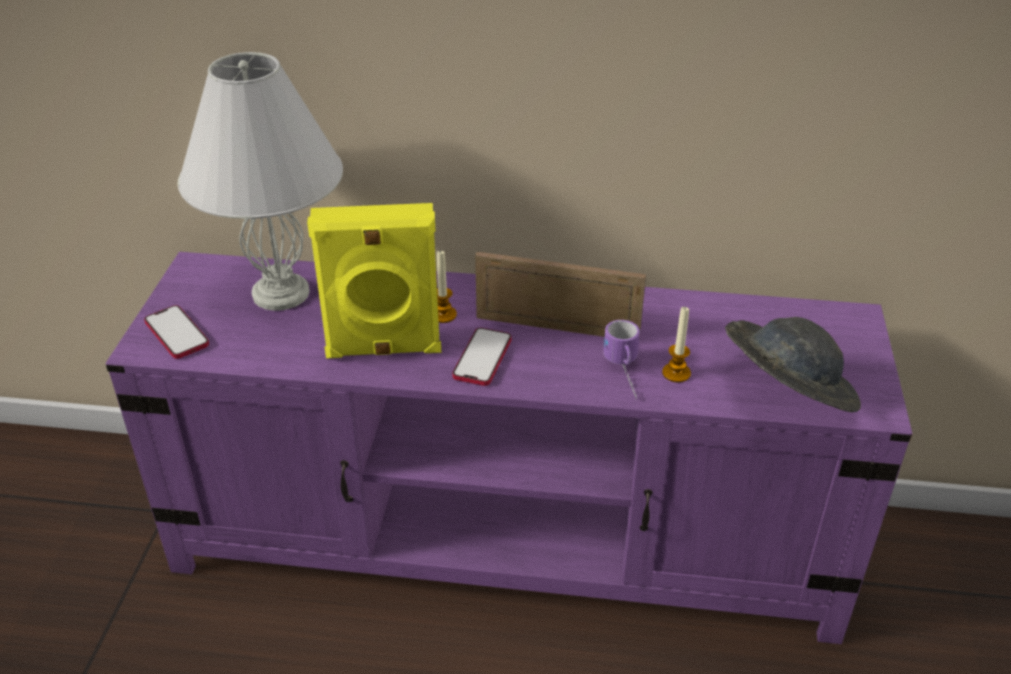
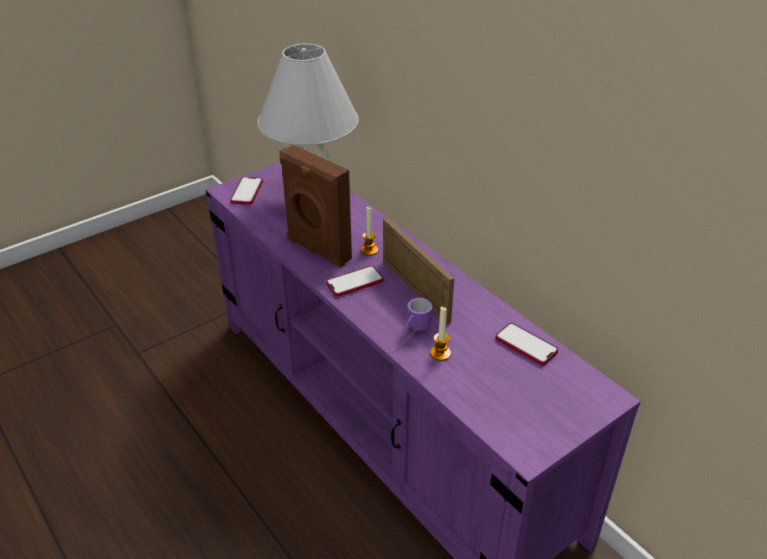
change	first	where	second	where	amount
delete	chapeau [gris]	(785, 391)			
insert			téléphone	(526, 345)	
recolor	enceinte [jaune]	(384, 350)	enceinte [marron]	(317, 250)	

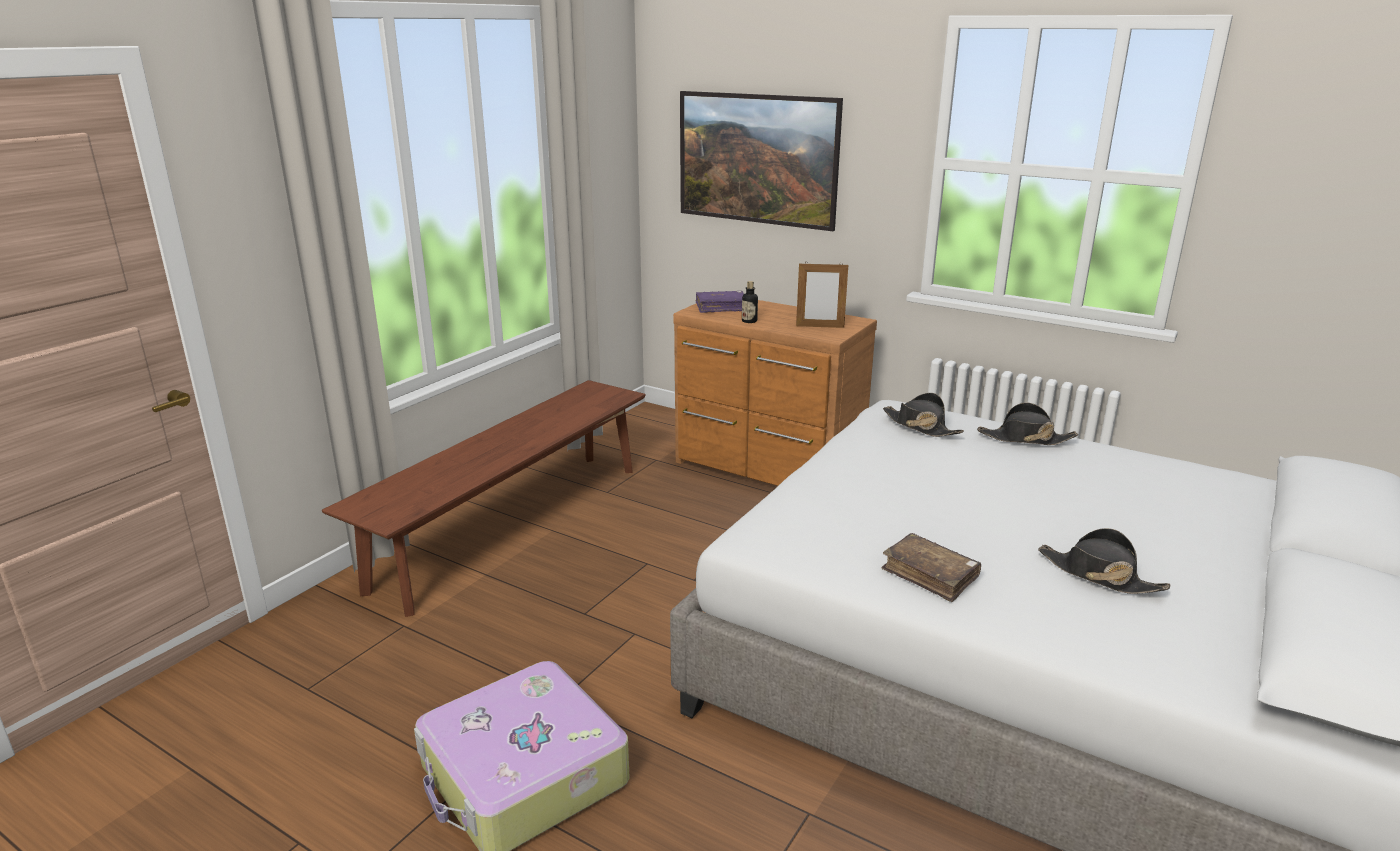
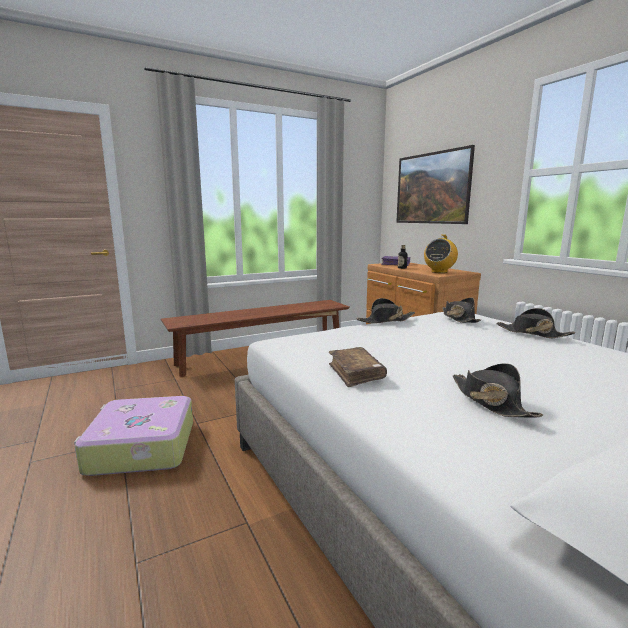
change	first	where	second	where	amount
insert			chapeau [noir]	(385, 320)	
replace	cadre photo	(820, 326)	radio	(439, 272)	

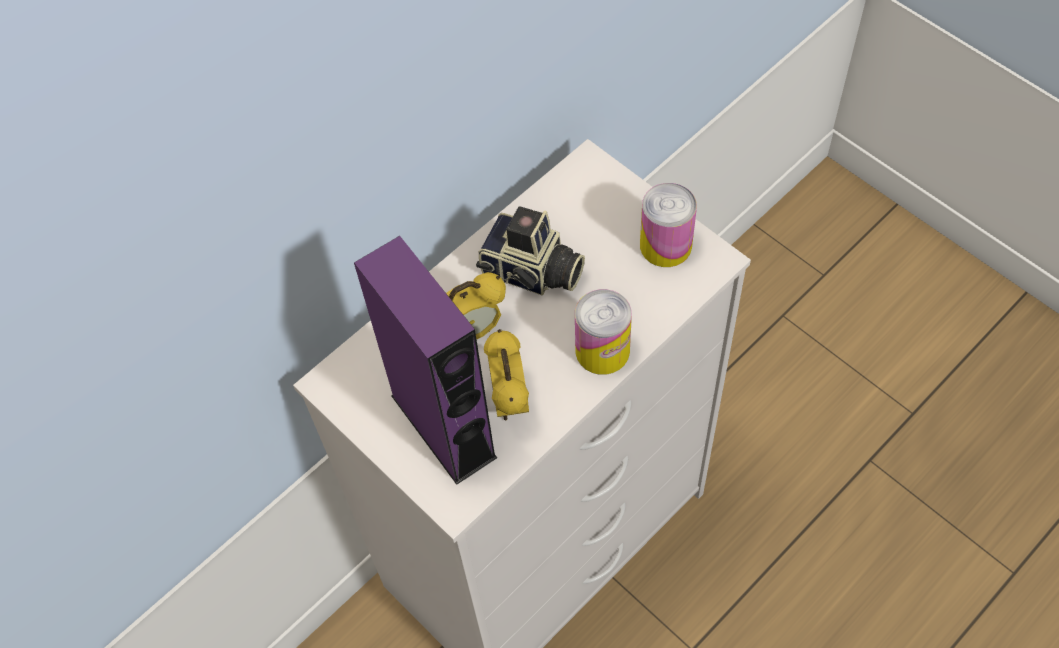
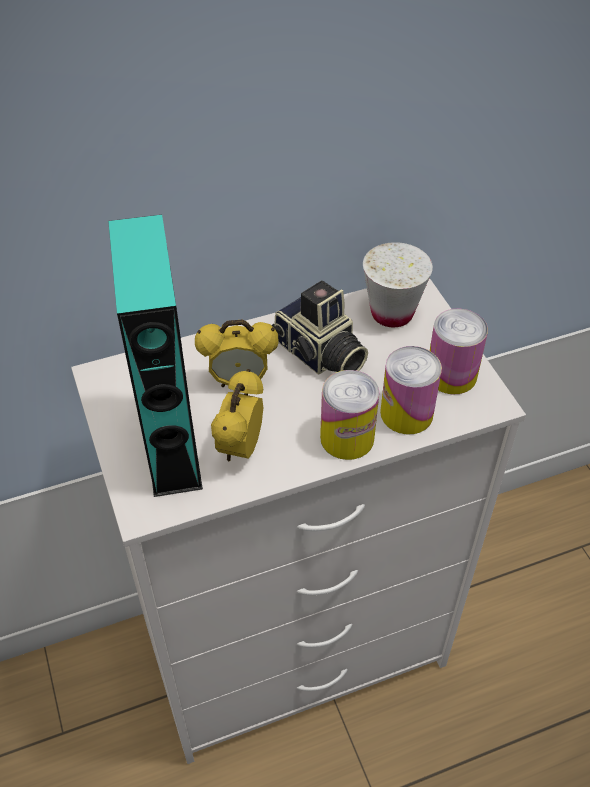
change	first	where	second	where	amount
insert			tasse [blanc]	(392, 313)	
insert			boîte métallique	(406, 413)	
recolor	enceinte [violet]	(443, 426)	enceinte [turquoise]	(172, 445)	

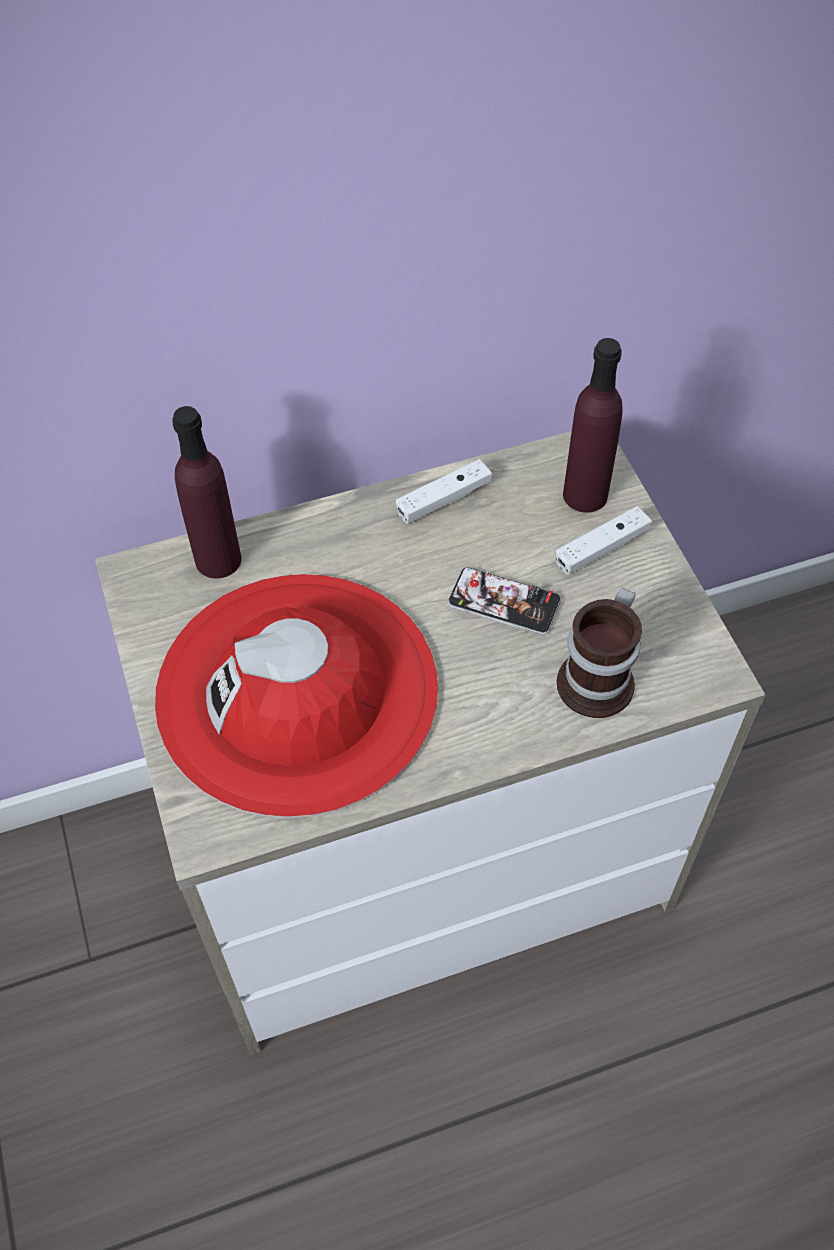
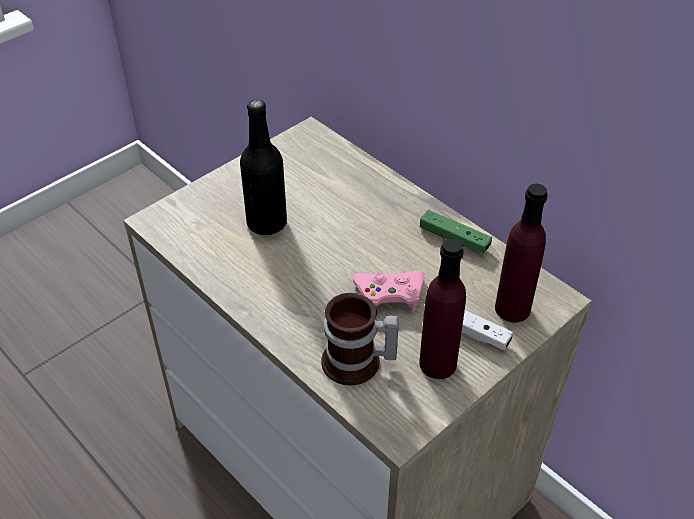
change	first	where	second	where	amount
move	bouteille [violet]	(218, 559)		(437, 363)	
replace	chapeau [rouge]	(297, 691)	bouteille [noir]	(267, 223)	
replace	téléphone	(504, 602)	manette [rose]	(389, 294)	
recolor	manette [blanc]	(443, 499)	manette [vert]	(454, 238)	

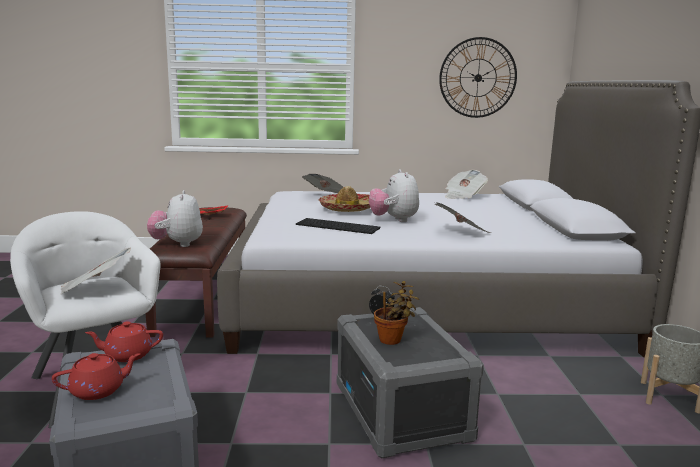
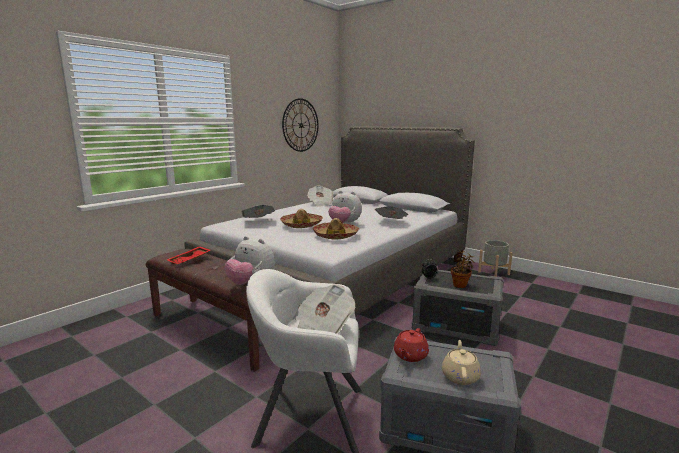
change	first	where	second	where	amount
replace	clavier	(339, 226)	chapeau	(335, 236)	
recolor	théière [rouge]	(99, 390)	théière [beige]	(460, 376)	

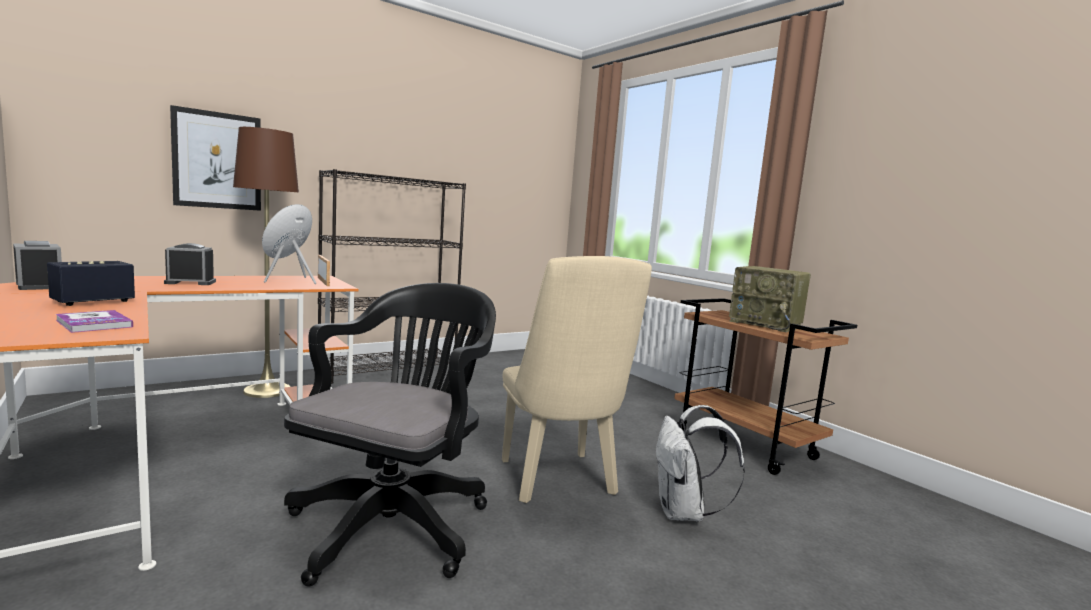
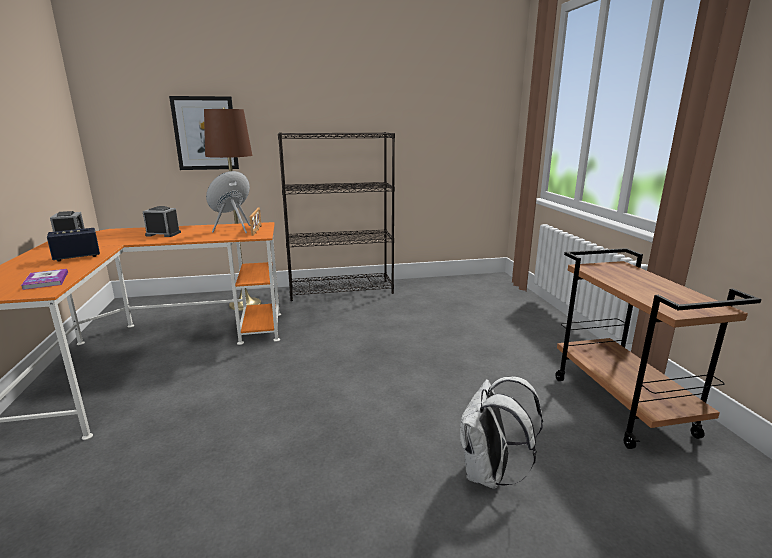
change	first	where	second	where	amount
delete	chaise de bureau [noir]	(395, 522)			
delete	chaise [beige]	(560, 482)			
delete	radio	(766, 324)			

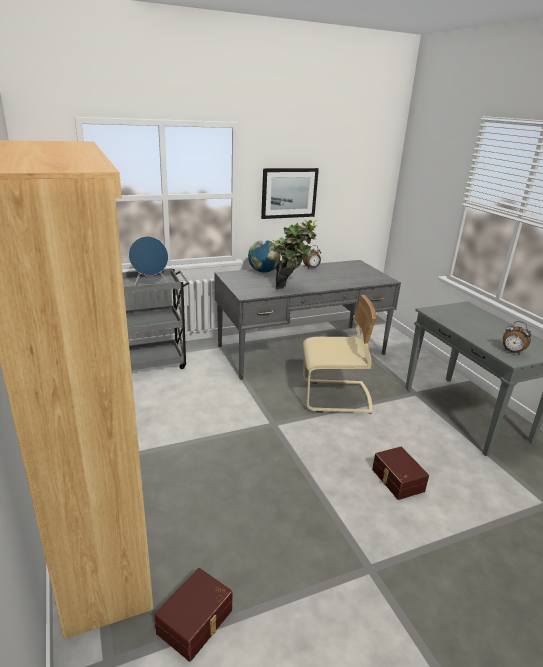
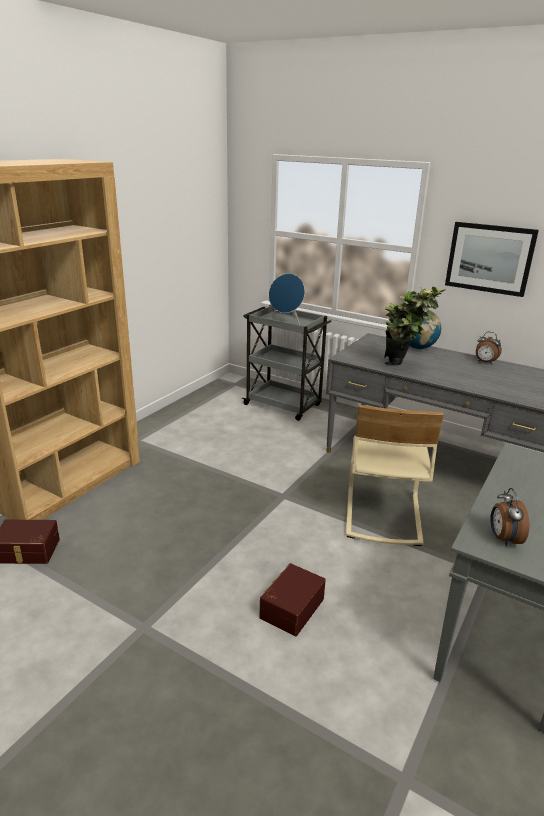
change	first	where	second	where	amount
rotate	chaise [beige]	(335, 397)		(382, 515)	45 degrees clockwise

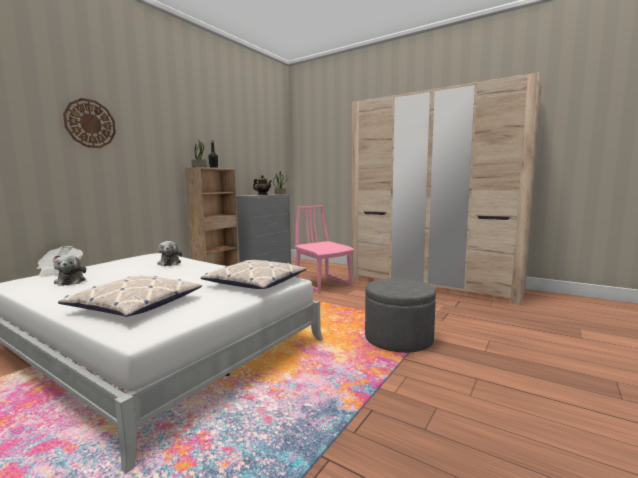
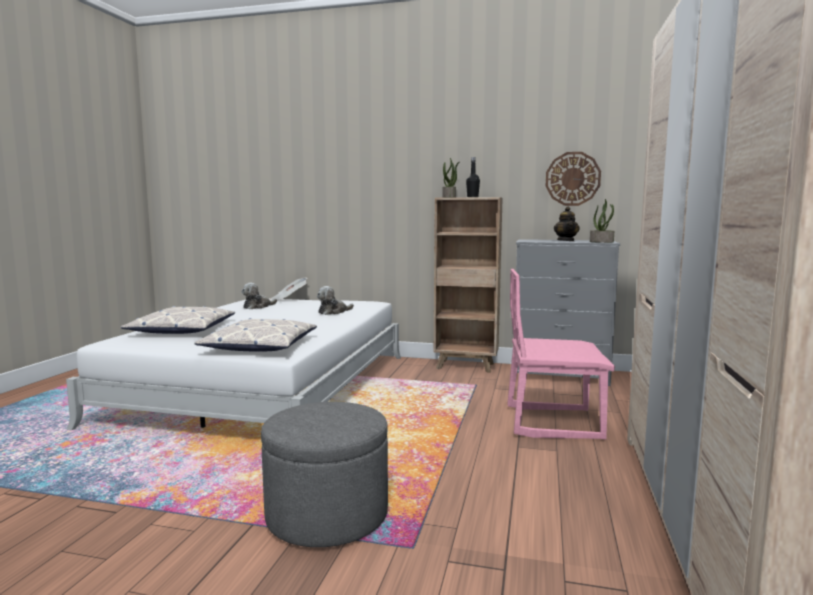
change	first	where	second	where	amount
move	horloge murale	(90, 123)		(572, 179)	
rotate	chaise [rose]	(323, 284)		(552, 422)	120 degrees counterclockwise

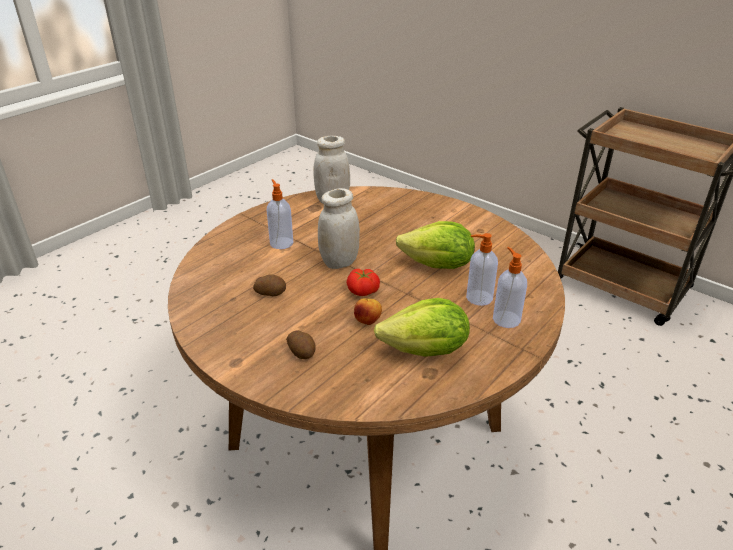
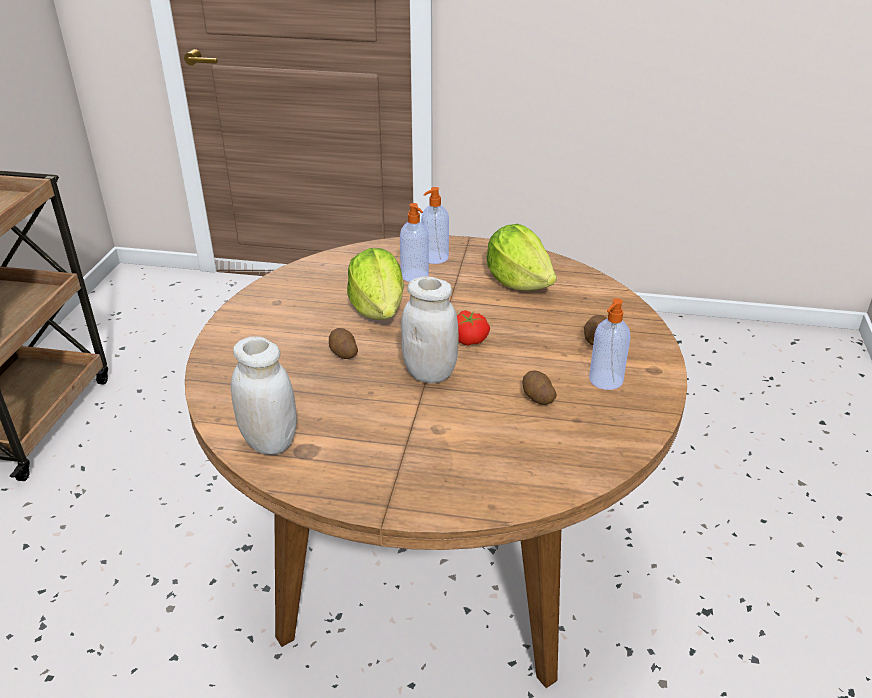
change	first	where	second	where	amount
delete	pomme	(368, 321)			
insert			pomme de terre	(343, 353)	
move	distributeur de savon	(281, 242)		(605, 381)	

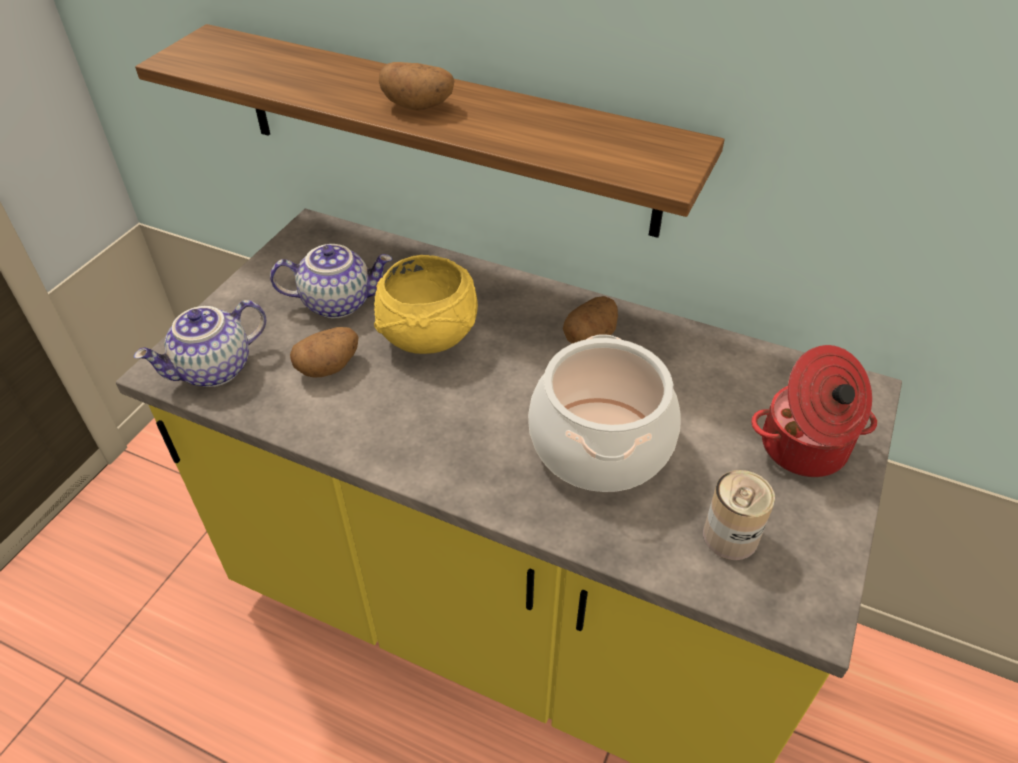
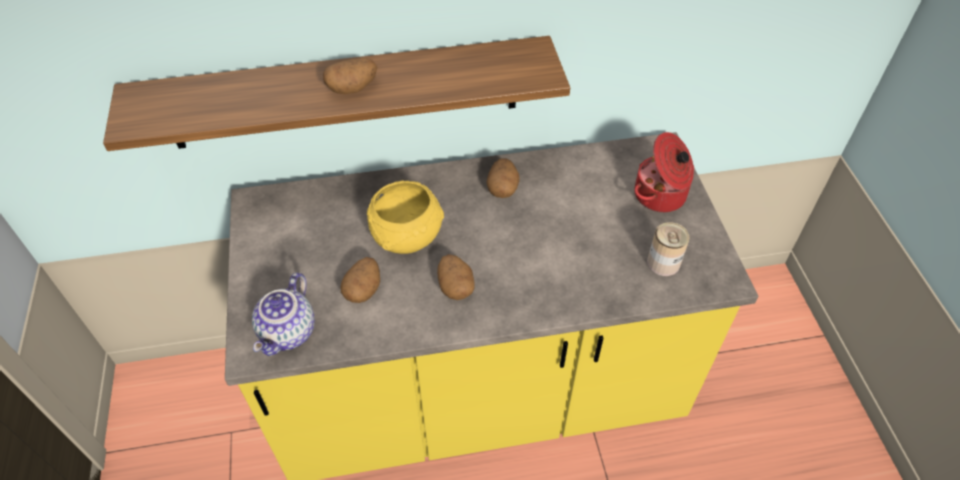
change	first	where	second	where	amount
delete	théière	(338, 302)			
delete	marmite	(601, 445)			
insert			pomme de terre	(455, 286)	

